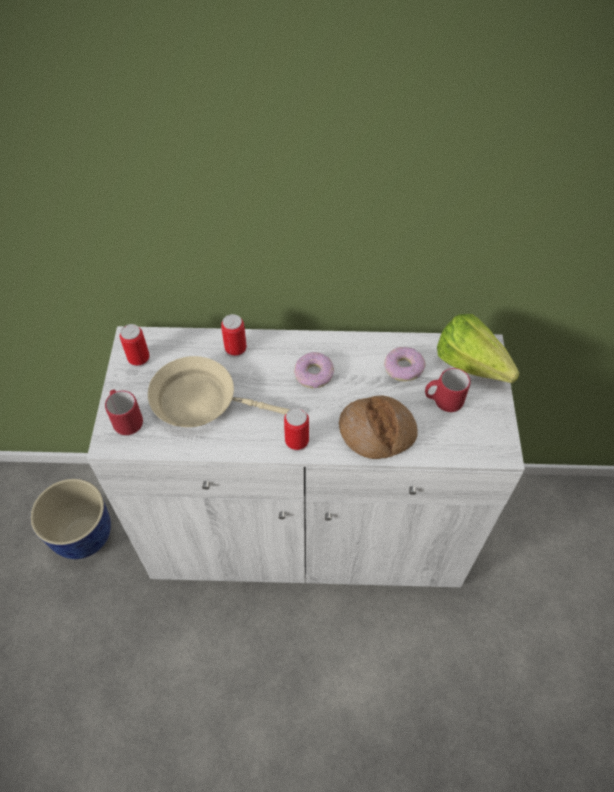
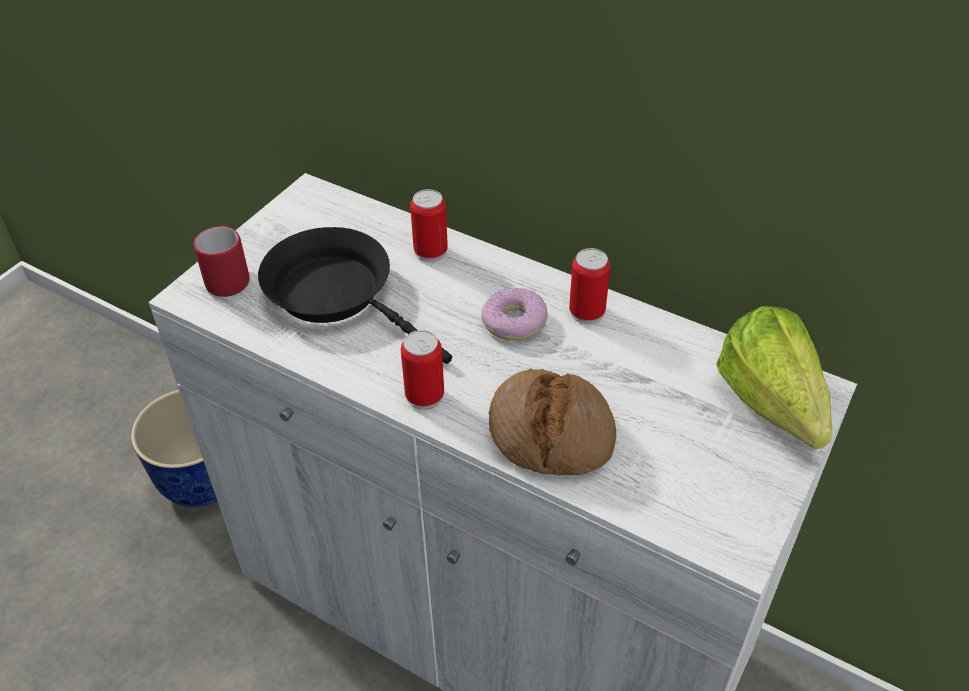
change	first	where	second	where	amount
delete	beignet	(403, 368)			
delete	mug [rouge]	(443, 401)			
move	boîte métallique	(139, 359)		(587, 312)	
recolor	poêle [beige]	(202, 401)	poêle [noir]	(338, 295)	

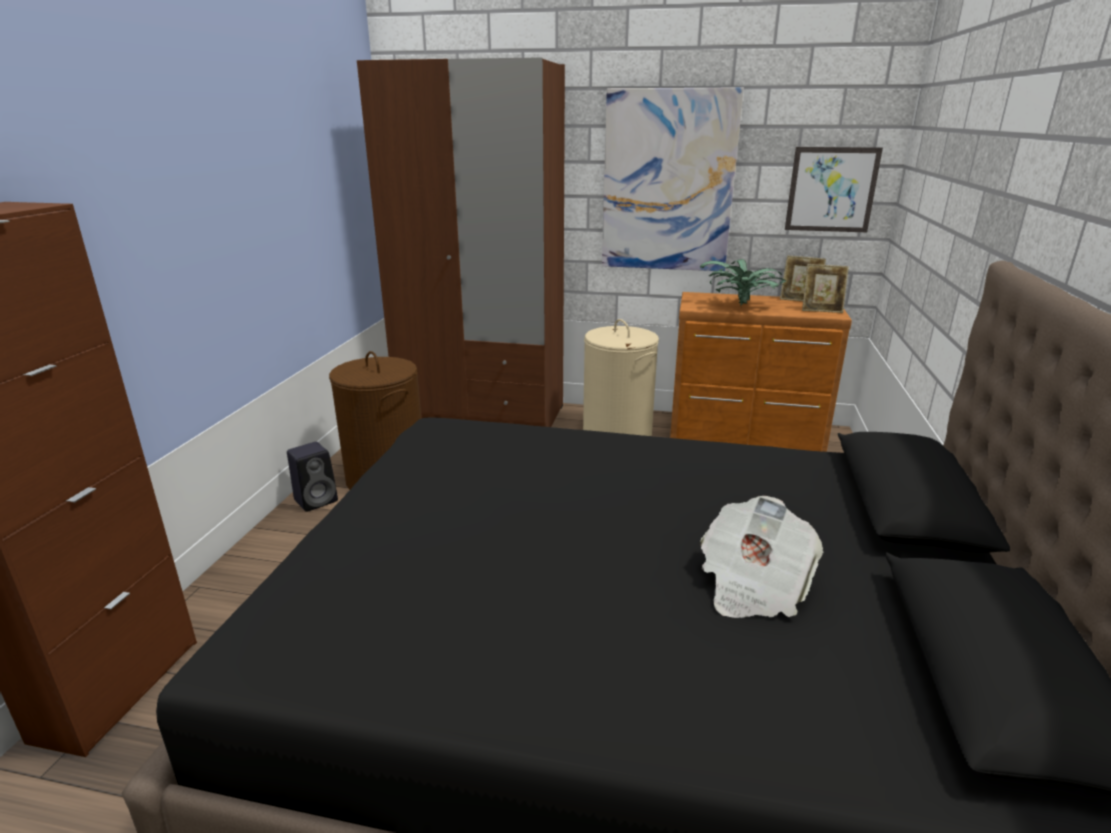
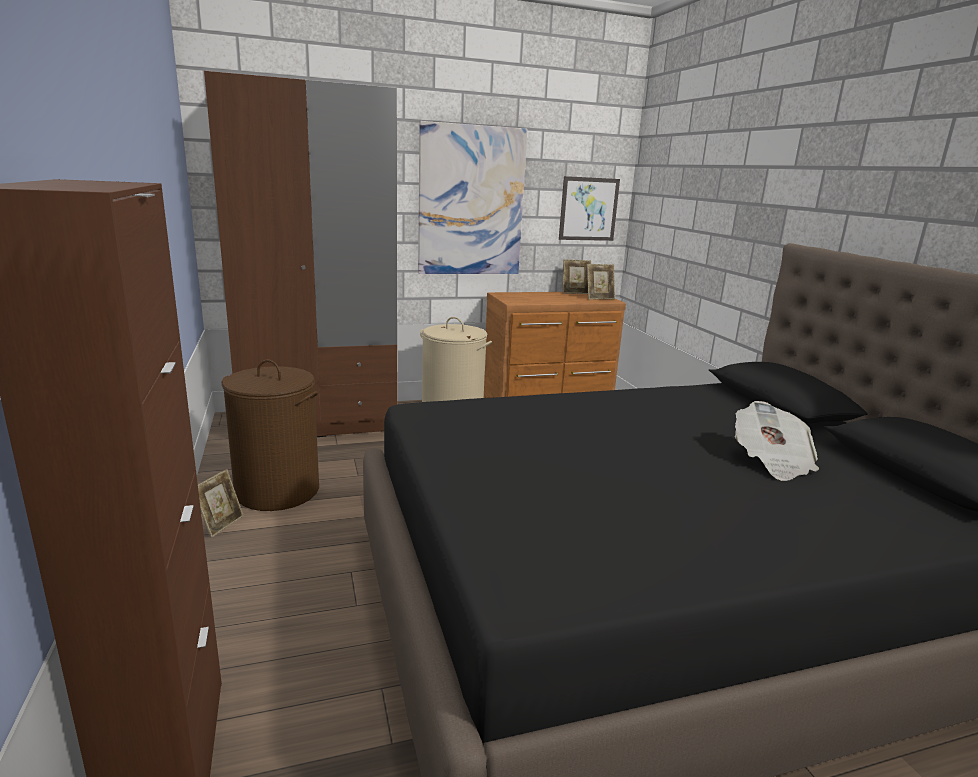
change	first	where	second	where	amount
delete	plante en pot	(742, 307)			
replace	enceinte [noir]	(317, 500)	cadre photo	(221, 524)	

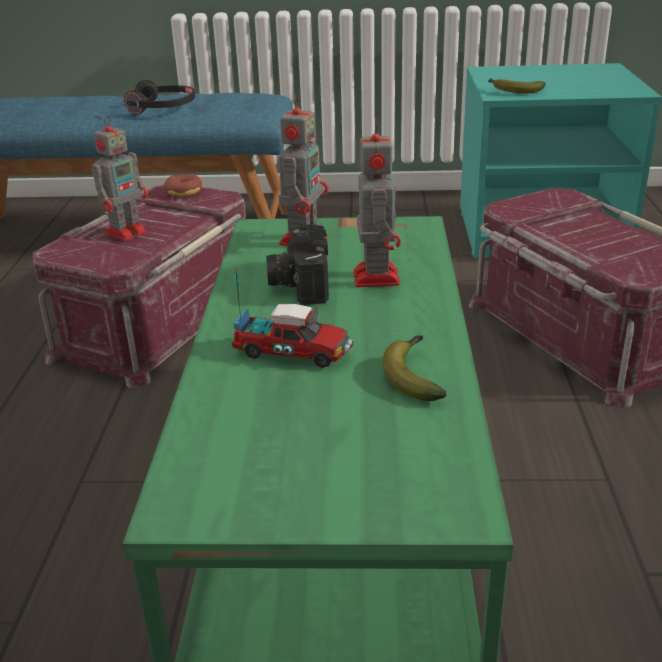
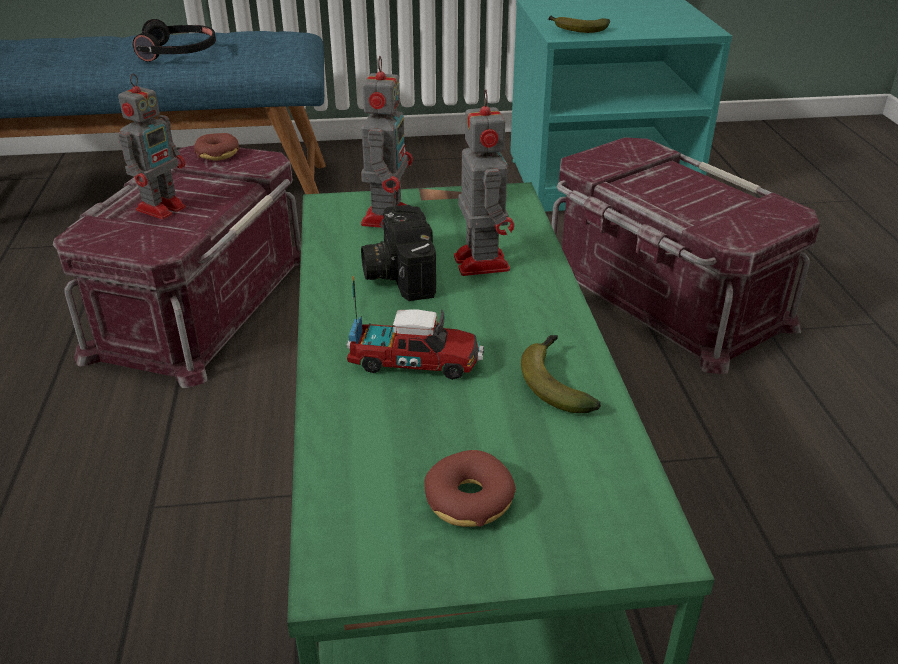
change	first	where	second	where	amount
insert			beignet	(469, 500)	

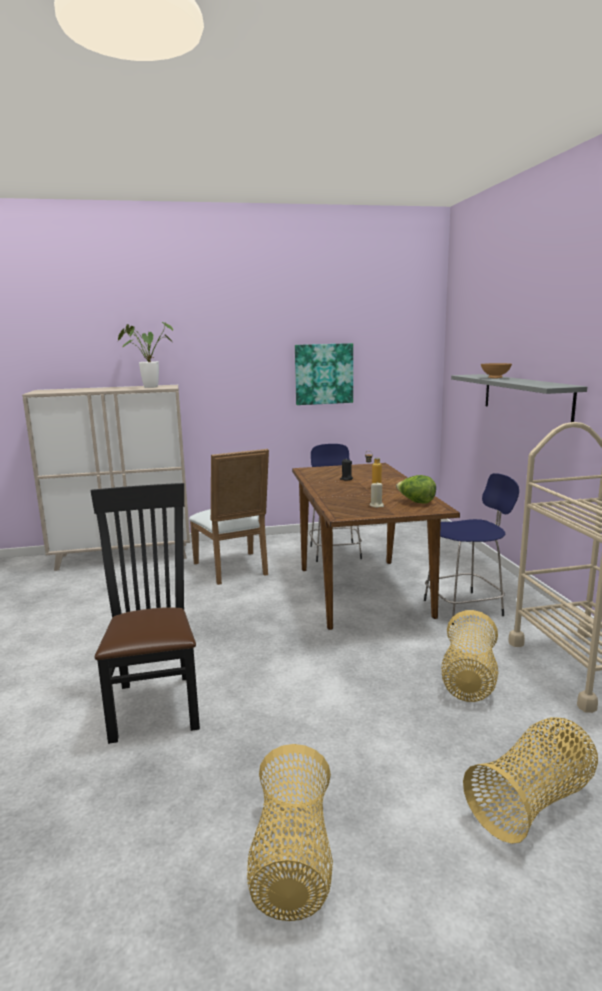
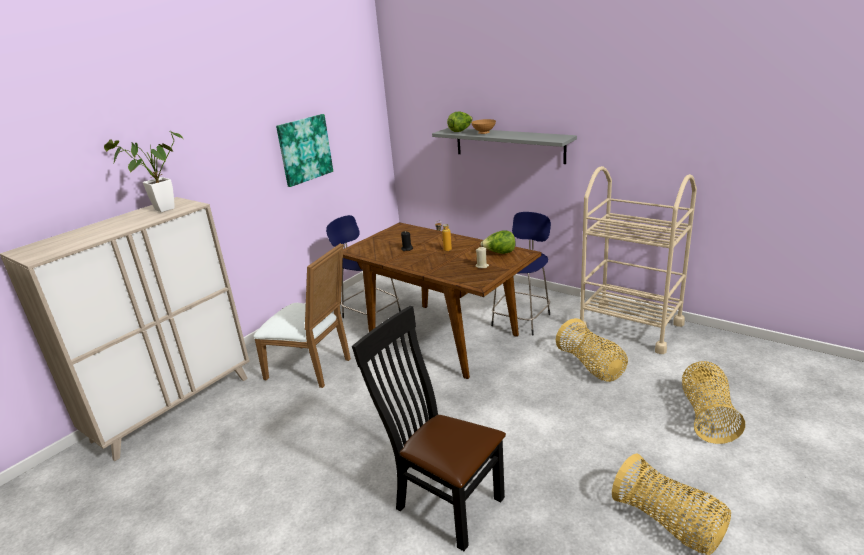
change	first	where	second	where	amount
insert			laitue	(460, 131)	

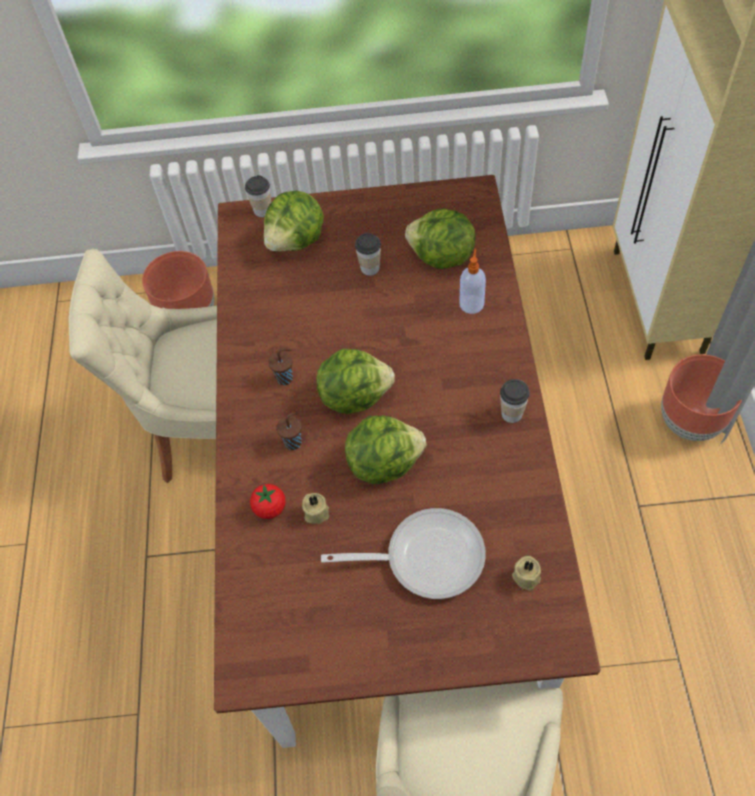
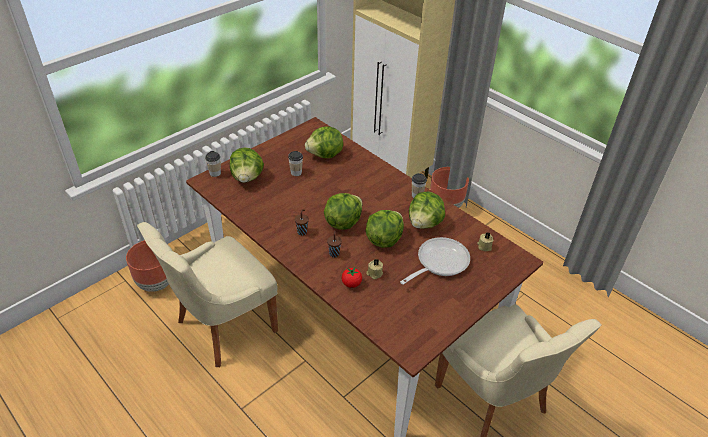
change	first	where	second	where	amount
delete	distributeur de savon	(471, 303)			
insert			laitue	(425, 223)	

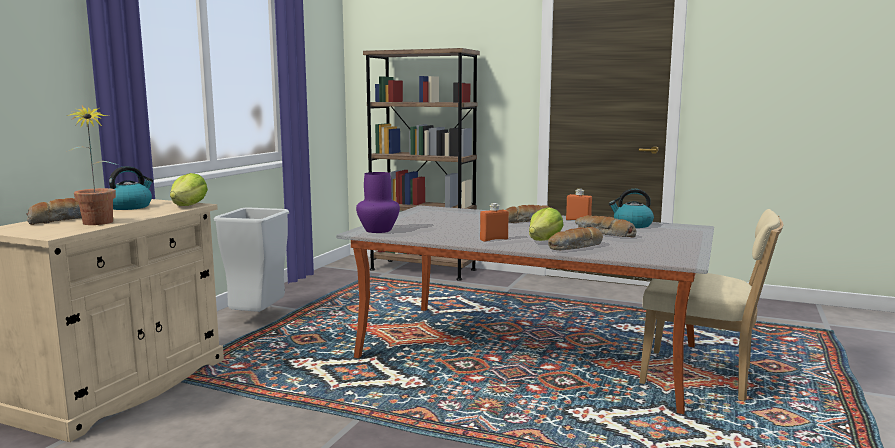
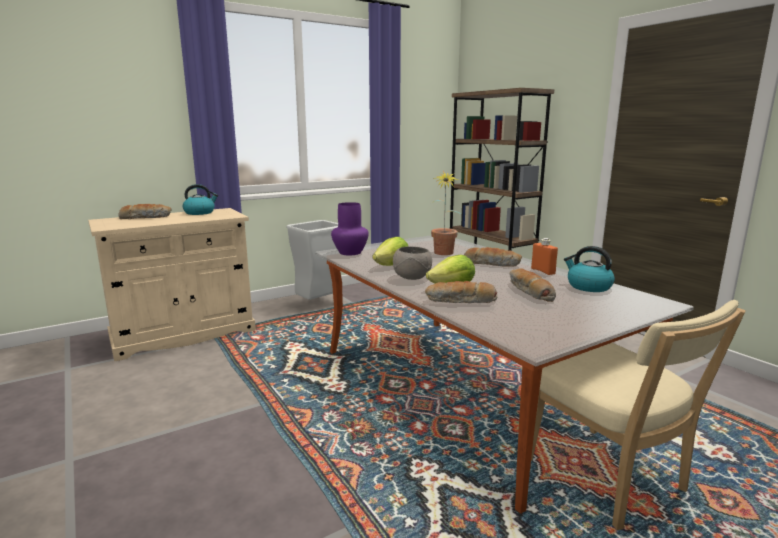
change	first	where	second	where	amount
move	plante en pot	(98, 224)		(443, 254)	
move	laitue	(189, 205)		(392, 265)	
replace	bouteille [orange]	(494, 239)	bol [gris]	(412, 277)	

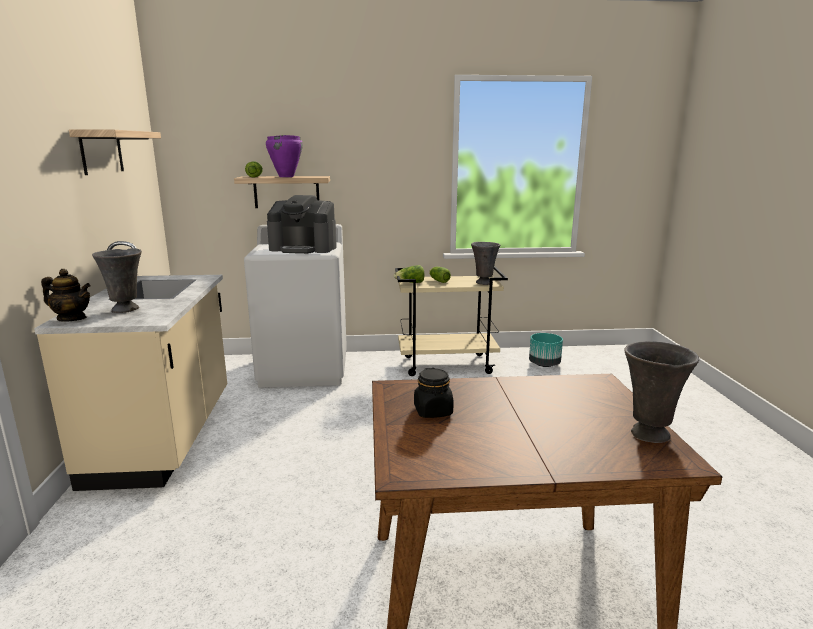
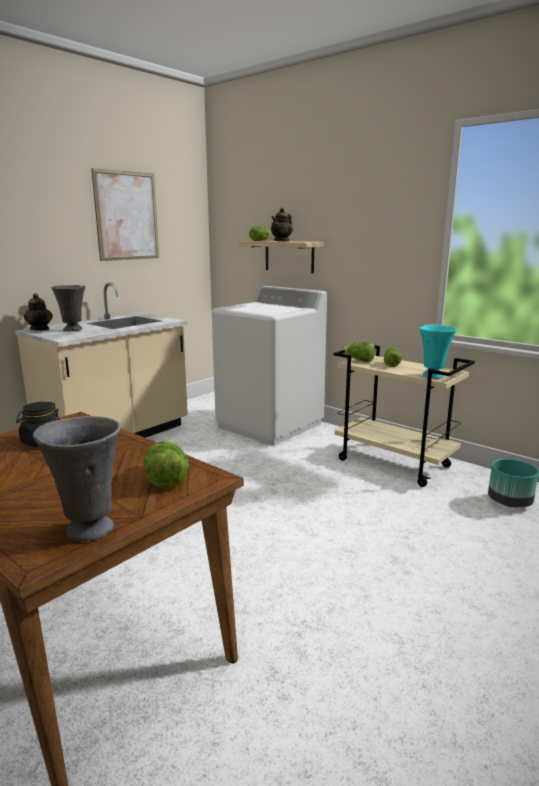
change	first	where	second	where	amount
delete	machine à café	(304, 248)			
insert			laitue	(165, 478)	
replace	étagère	(101, 152)	tableau	(127, 216)	
replace	marmite [violet]	(286, 176)	théière	(282, 241)	
recolor	vase [gris]	(483, 283)	vase [turquoise]	(433, 375)	

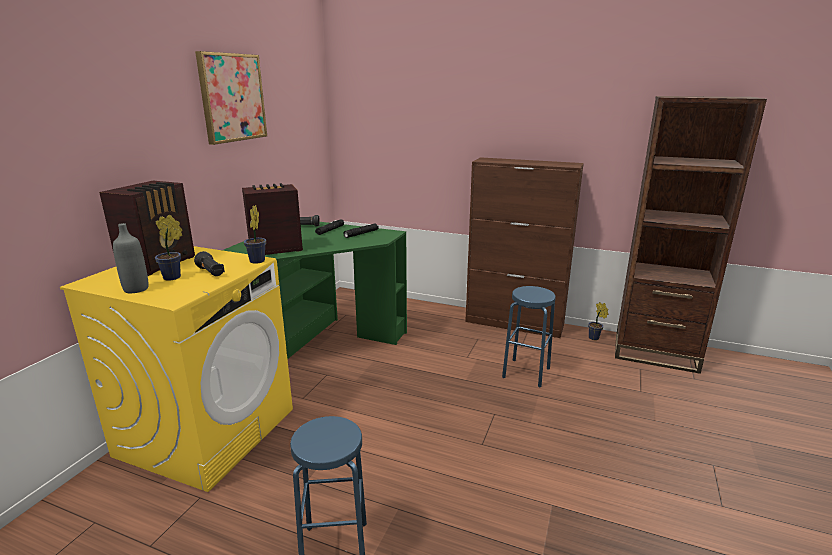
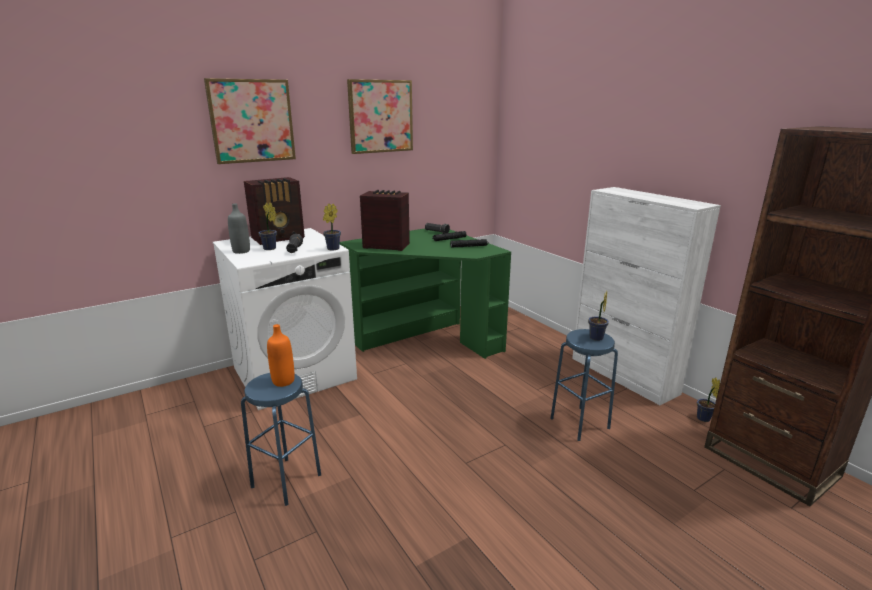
change	first	where	second	where	amount
insert			tableau	(251, 121)	
insert			bouteille [orange]	(283, 381)	
insert			plante en pot	(596, 338)	
recolor	lave-linge [jaune]	(208, 431)	lave-linge [blanc]	(295, 373)	
recolor	meuble de rangement [marron]	(514, 323)	meuble de rangement [blanc]	(623, 376)	

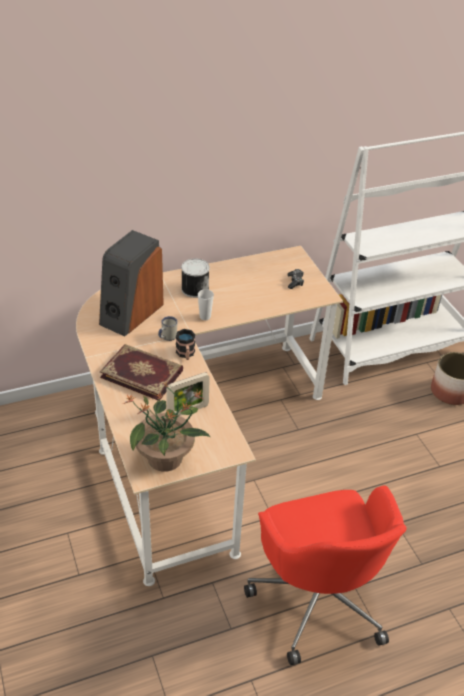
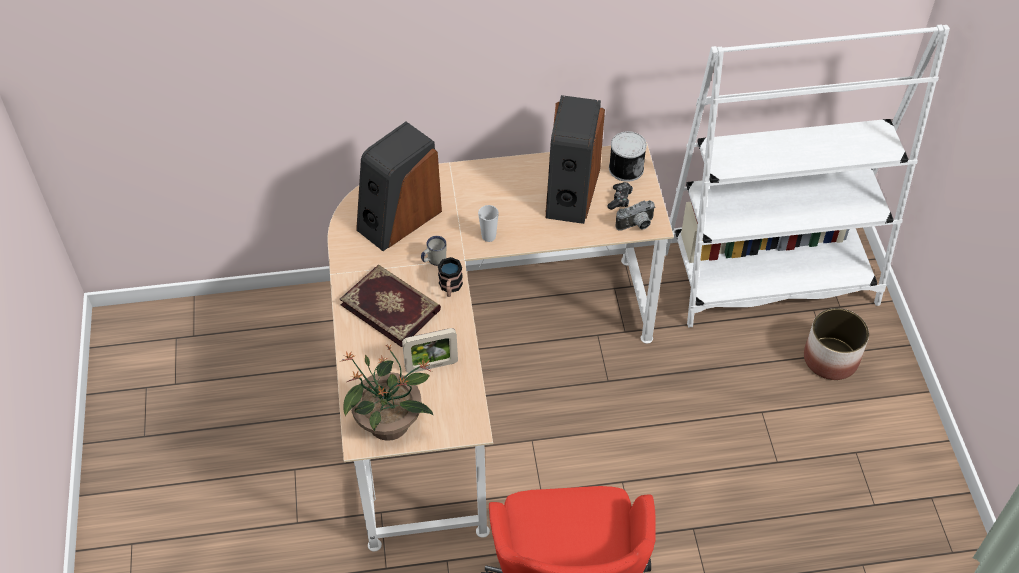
change	first	where	second	where	amount
insert			enceinte	(571, 192)	
insert			appareil photo	(636, 225)	
move	boîte métallique	(194, 288)		(625, 168)	

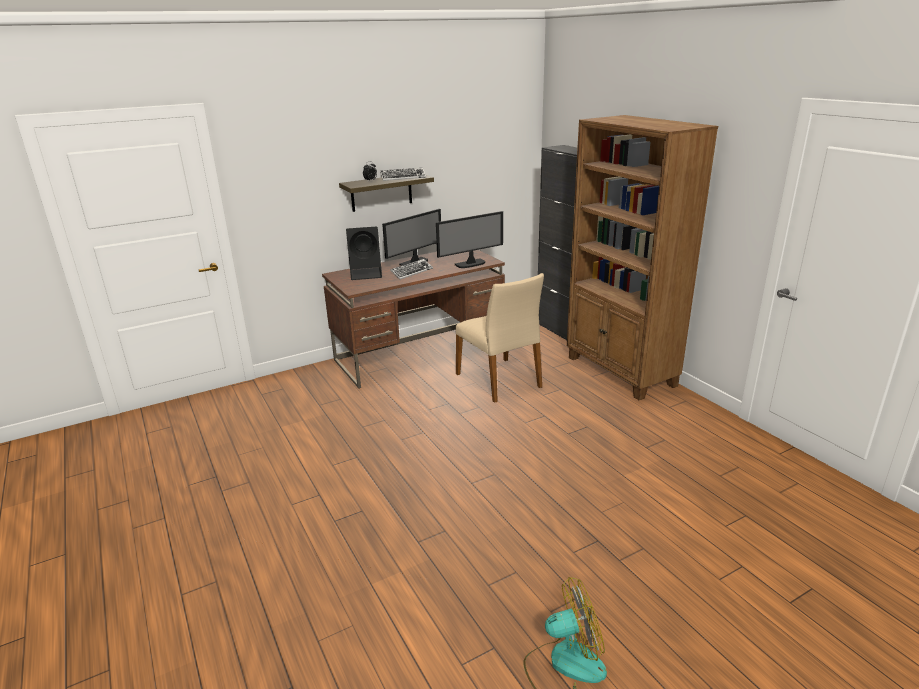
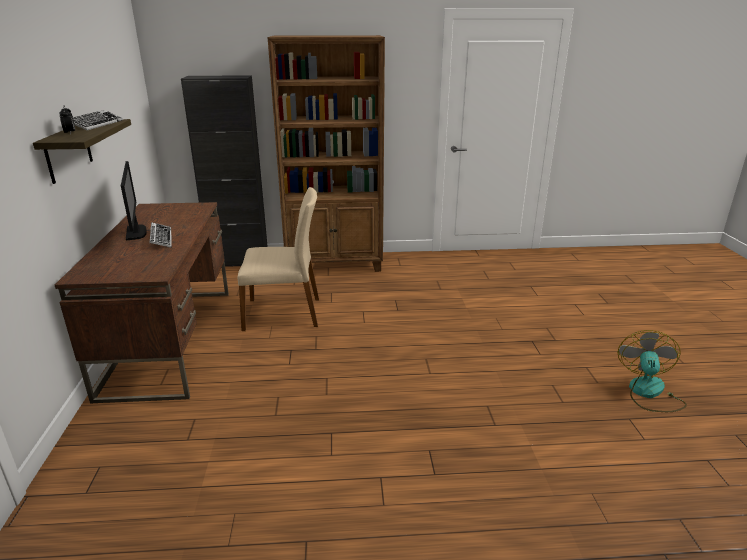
change	first	where	second	where	amount
delete	enceinte [noir]	(367, 273)			
delete	écran d'ordinateur	(471, 264)			

